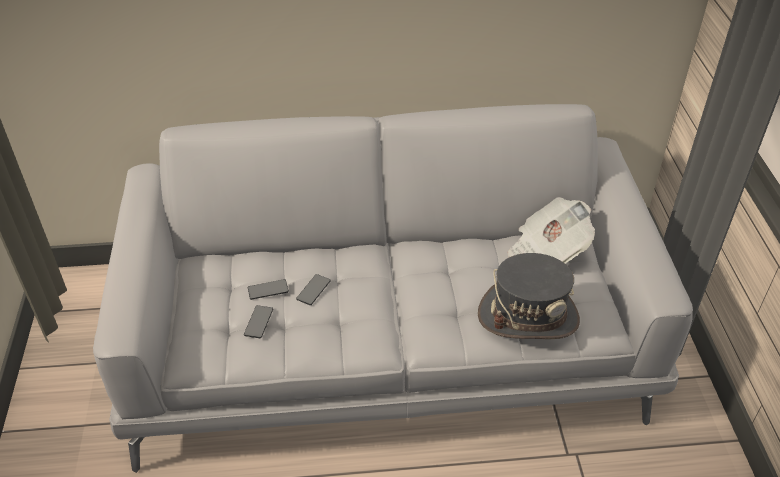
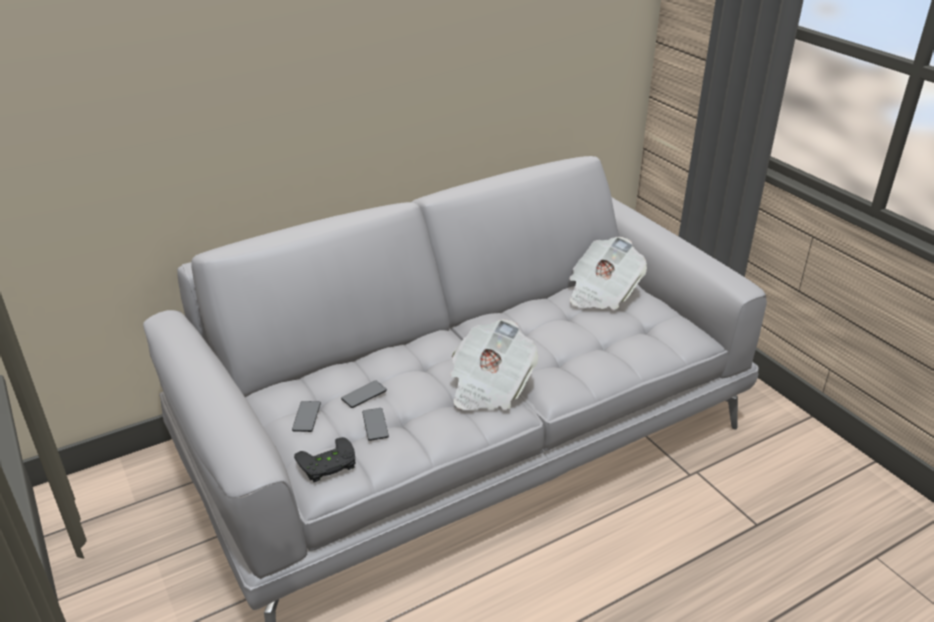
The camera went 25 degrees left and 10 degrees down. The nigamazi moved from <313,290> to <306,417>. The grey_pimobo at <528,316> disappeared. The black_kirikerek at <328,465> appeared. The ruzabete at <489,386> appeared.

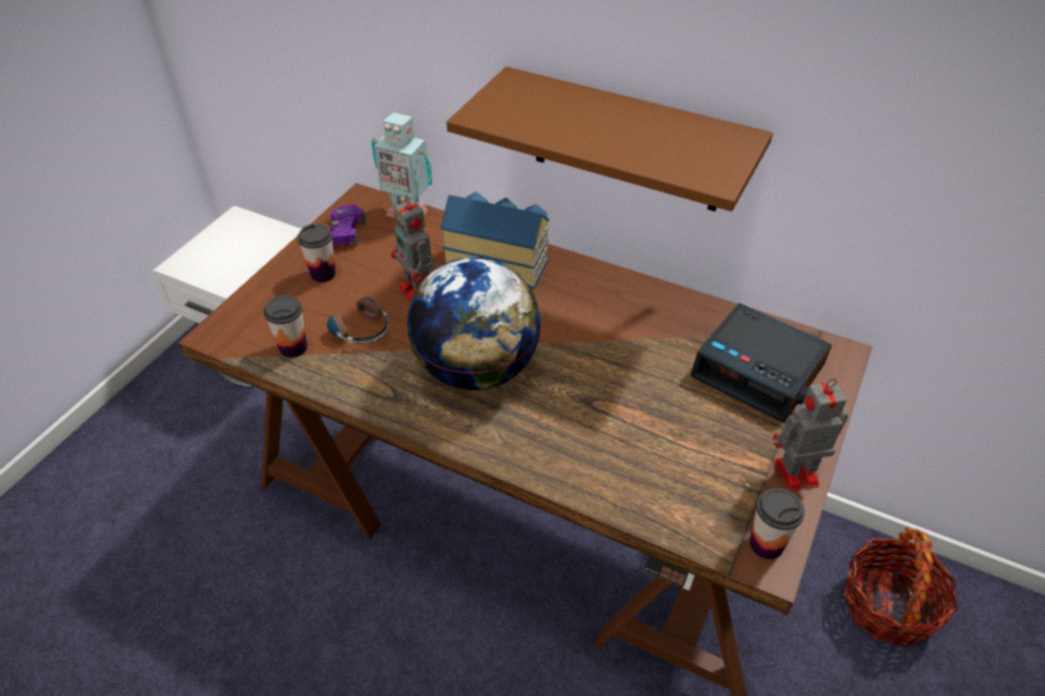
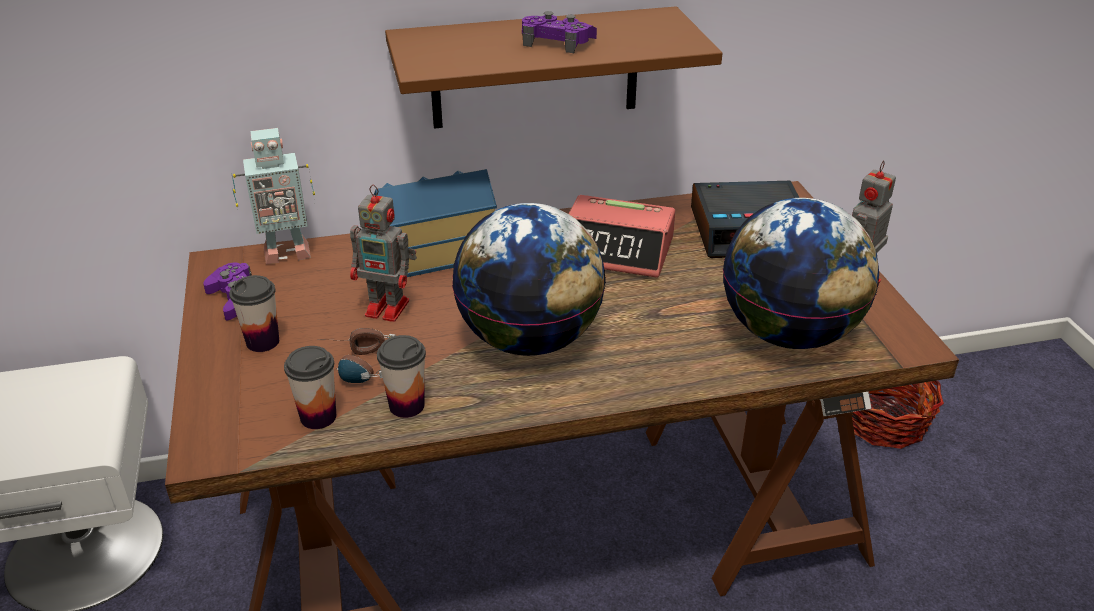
The camera went 40 degrees left and 10 degrees down. The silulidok moved from <766,544> to <406,406>. The purple_kirikerek at <557,42> appeared. The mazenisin at <617,250> appeared. The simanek at <789,334> appeared.

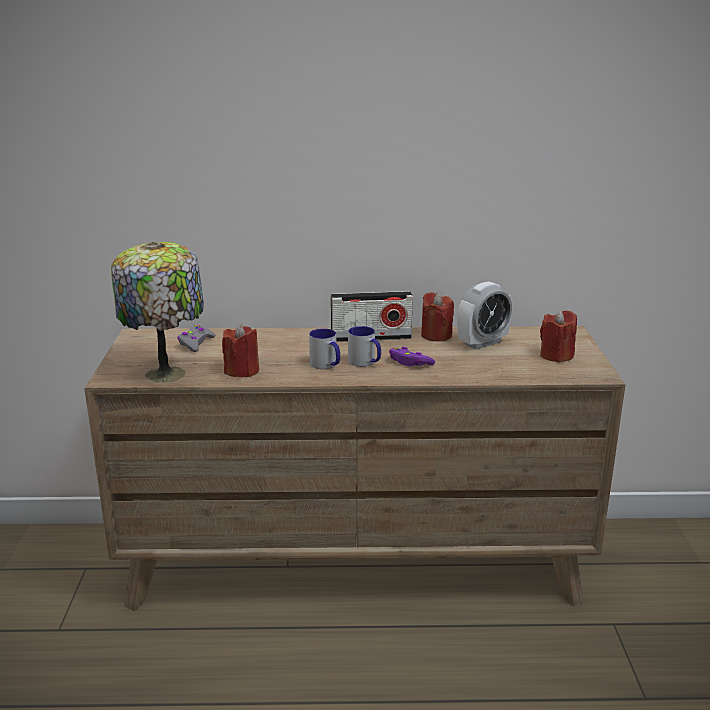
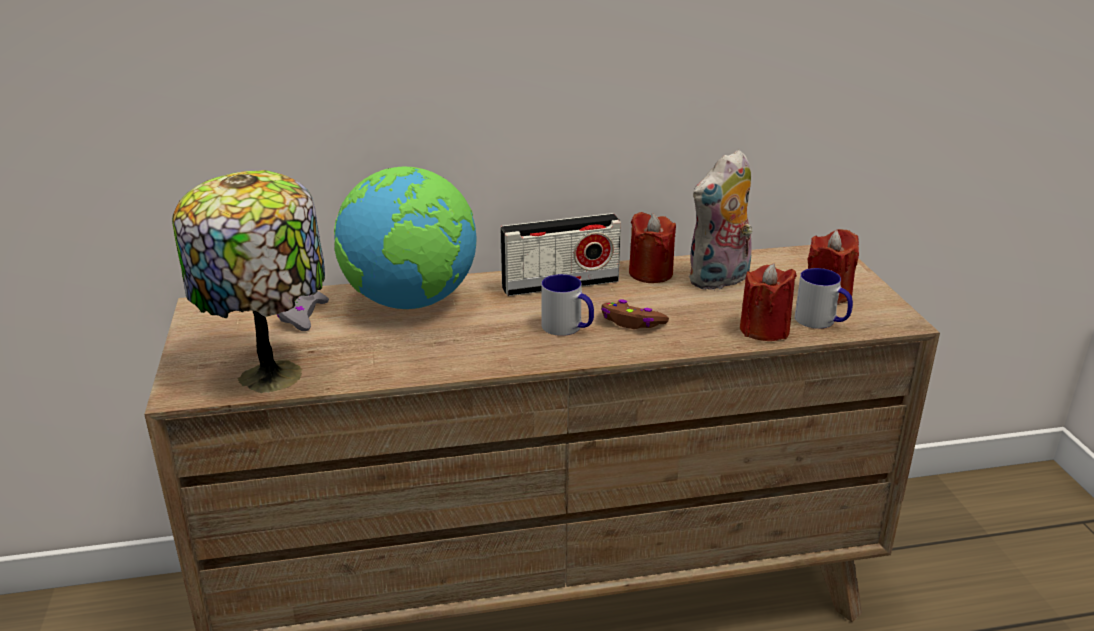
The camera went 10 degrees left and 5 degrees up. The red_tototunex moved from <242,371> to <764,330>. The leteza moved from <326,365> to <821,321>. The purple_kirikerek at <410,363> became the brown_kirikerek at <632,322>. The mazenisin at <482,343> was replaced by the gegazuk at <719,280>. The simanek at <412,302> appeared.

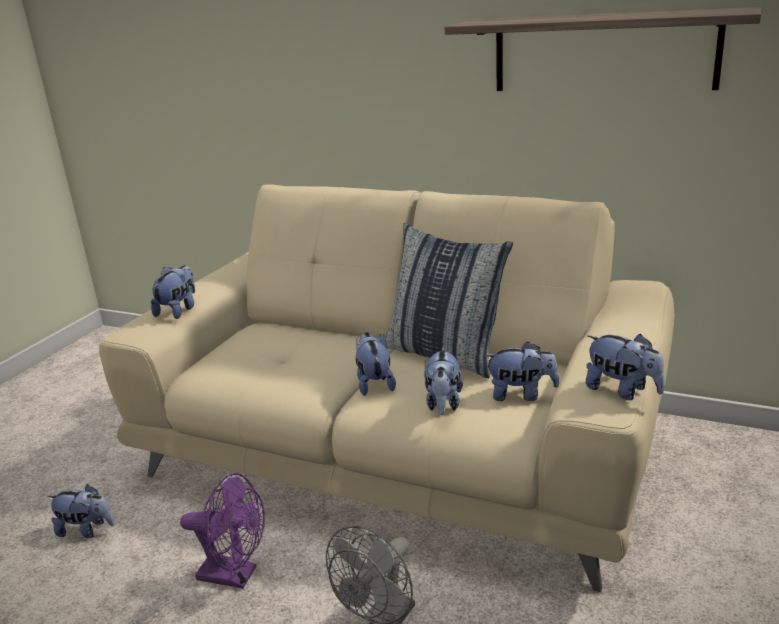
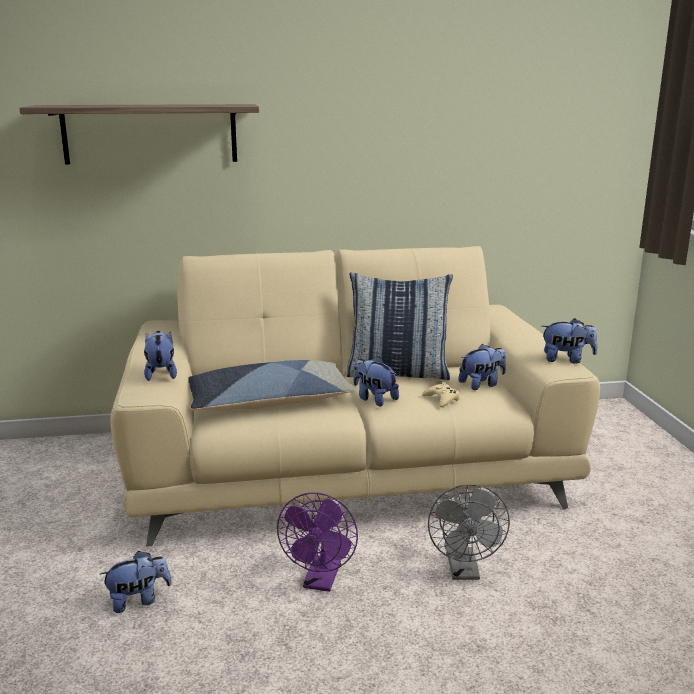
The camera went 35 degrees left and 5 degrees down. The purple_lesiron at <235,575> turned 120 degrees clockwise. The gegazuk at <443,403> was replaced by the beige_kirikerek at <442,399>. The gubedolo moved from <603,52> to <150,134>. The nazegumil at <269,401> appeared.

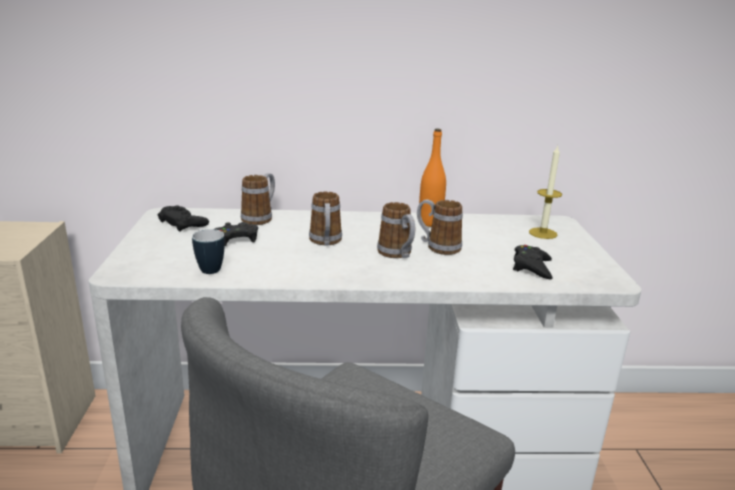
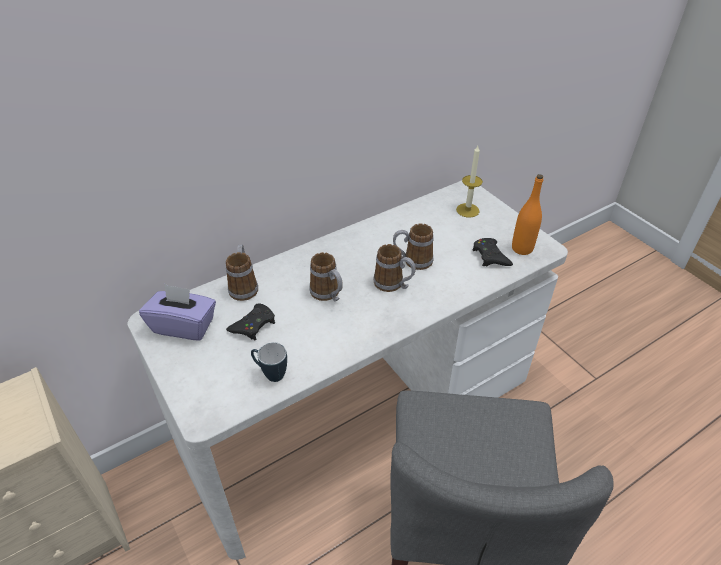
The camera went 30 degrees left and 20 degrees up. The black_kirikerek at <183,223> was replaced by the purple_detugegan at <184,326>. The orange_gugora moved from <430,223> to <522,248>.

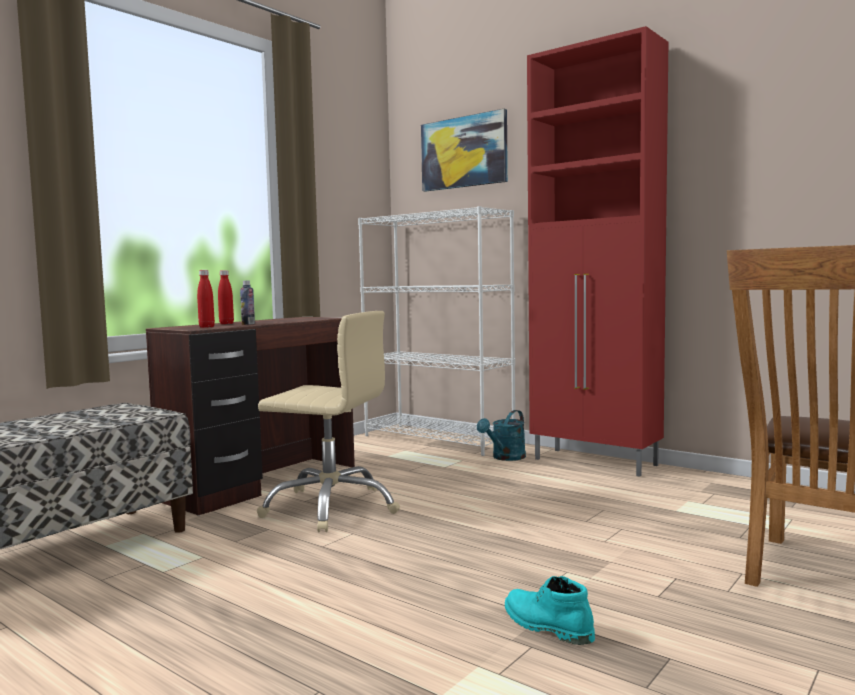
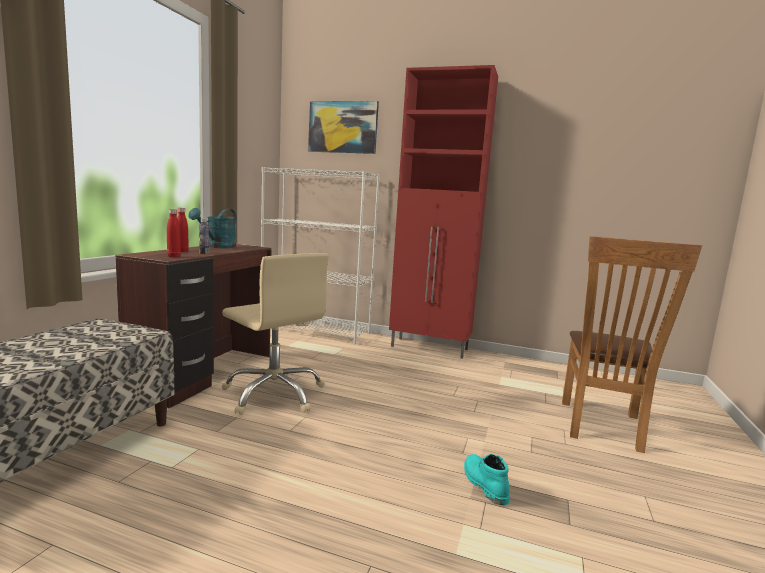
The camera went 20 degrees left and 5 degrees up. The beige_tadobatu at <331,507> turned 45 degrees clockwise. The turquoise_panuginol moved from <505,458> to <217,247>. The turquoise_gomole at <546,626> turned 45 degrees clockwise.

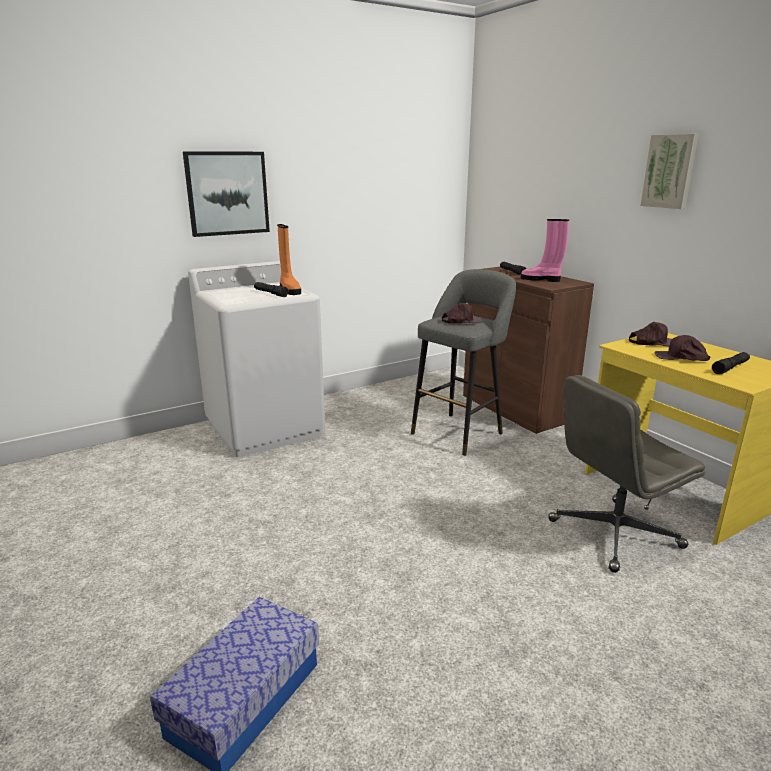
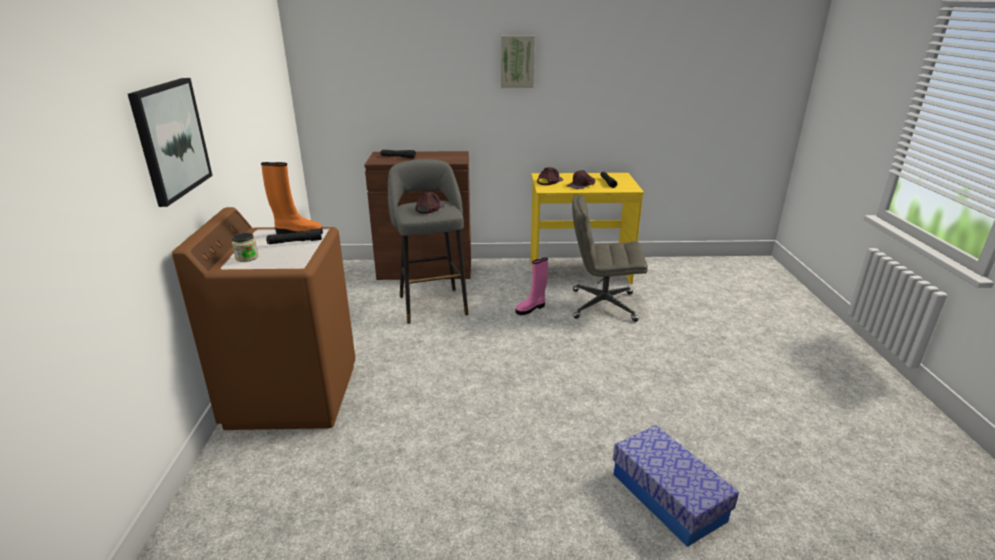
The camera went 60 degrees left and 5 degrees up. The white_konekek at <265,428> became the brown_konekek at <293,394>. The pink_gomole moved from <541,279> to <531,308>. The grey_tadobatu at <613,534> turned 90 degrees clockwise. The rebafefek at <247,257> appeared.

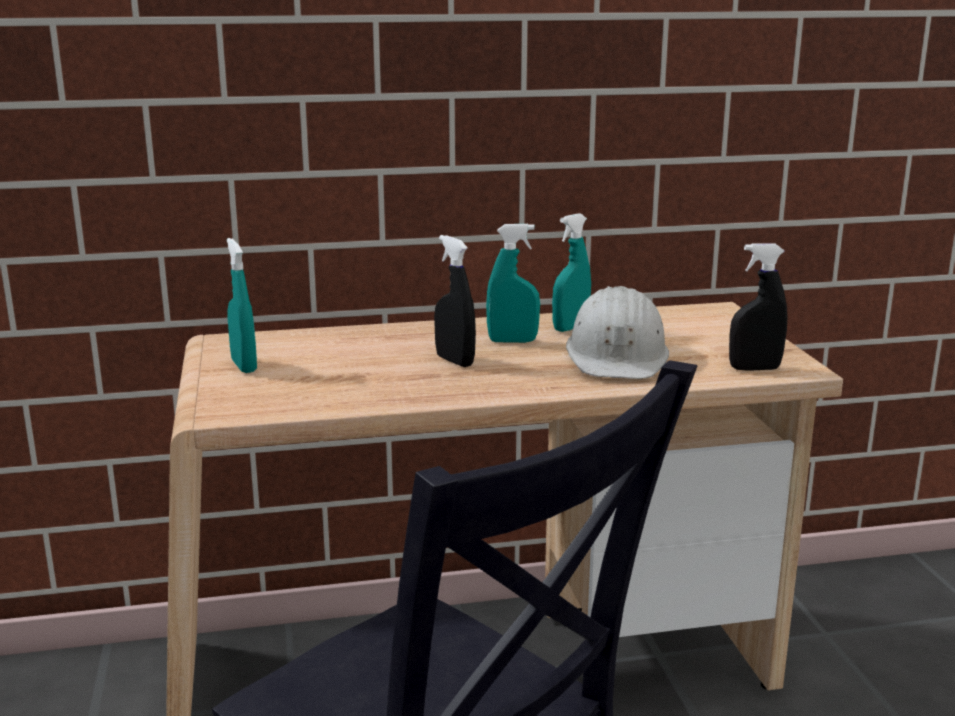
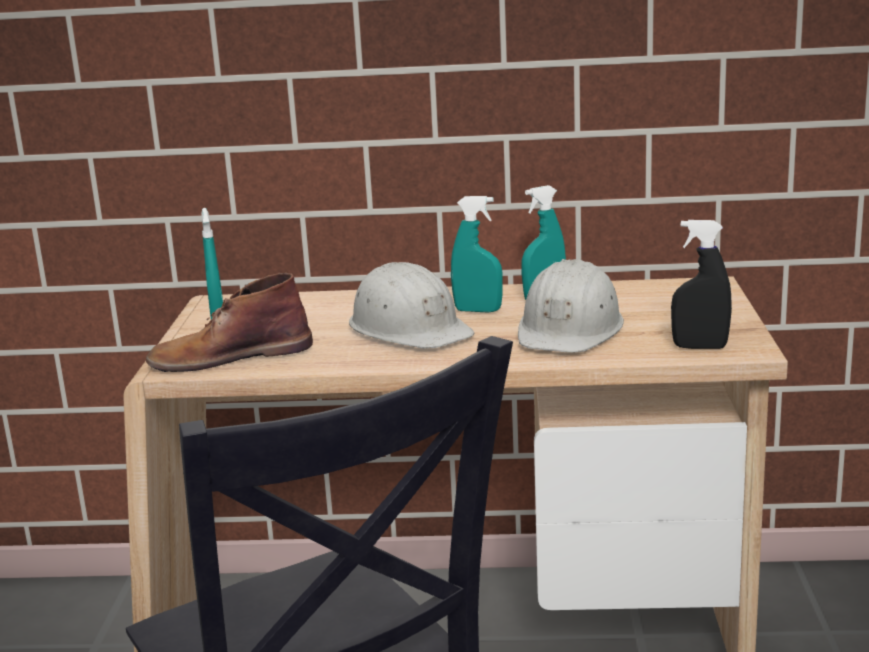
The camera went 15 degrees right and 0 degrees up. The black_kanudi at <454,361> was replaced by the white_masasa at <409,328>. The brown_gomole at <229,356> appeared.

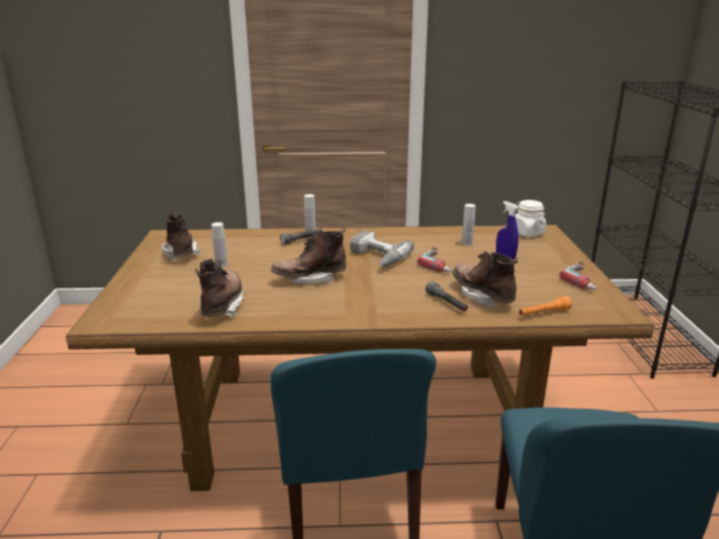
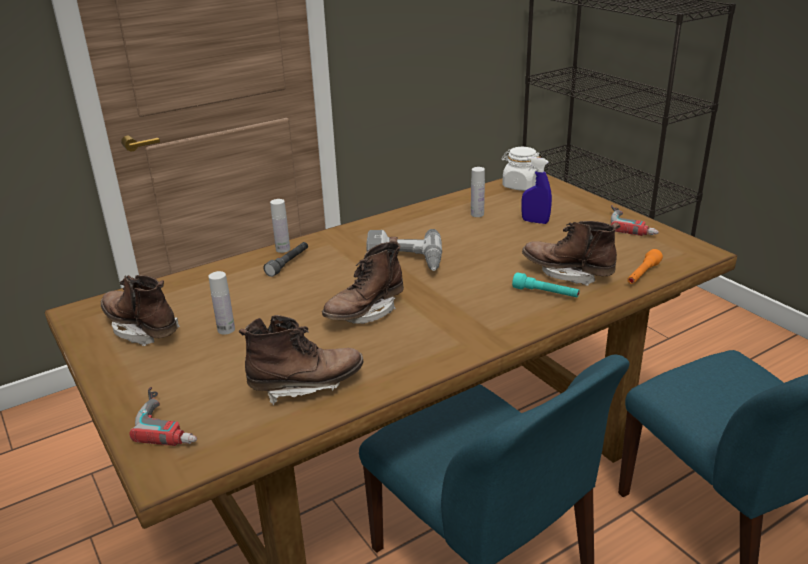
The camera went 30 degrees left and 5 degrees up. The brown_gomole at <222,306> turned 105 degrees clockwise. The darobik moved from <441,262> to <172,420>. The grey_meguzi at <446,303> became the turquoise_meguzi at <545,293>.

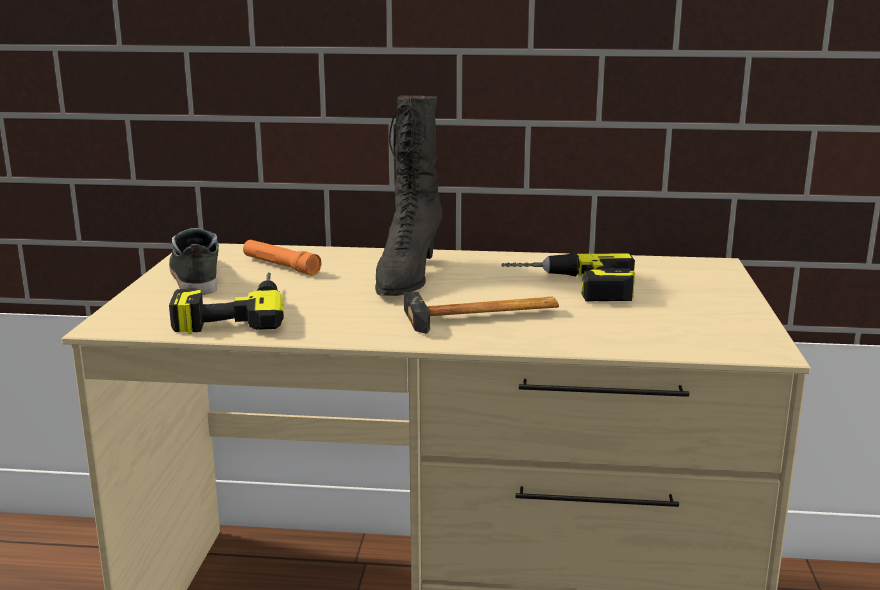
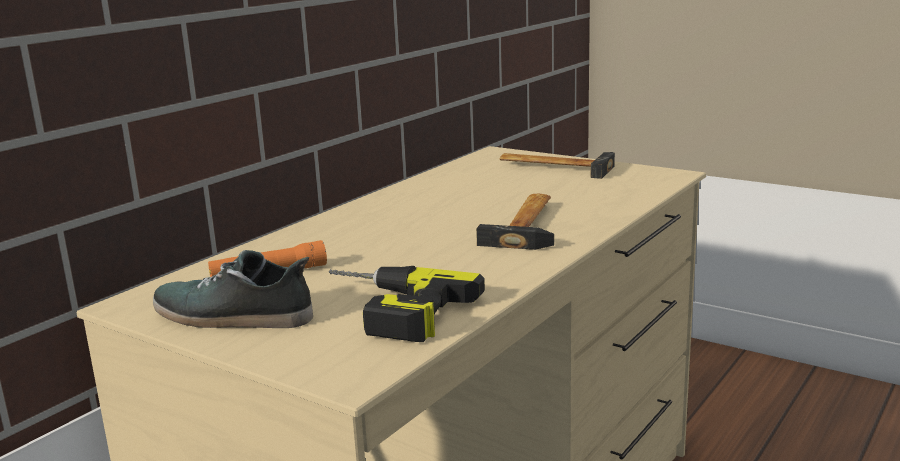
The camera went 60 degrees left and 0 degrees up. The black_gomole at <407,277> disappeared. The darobik at <571,287> disappeared. The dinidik at <555,166> appeared.

